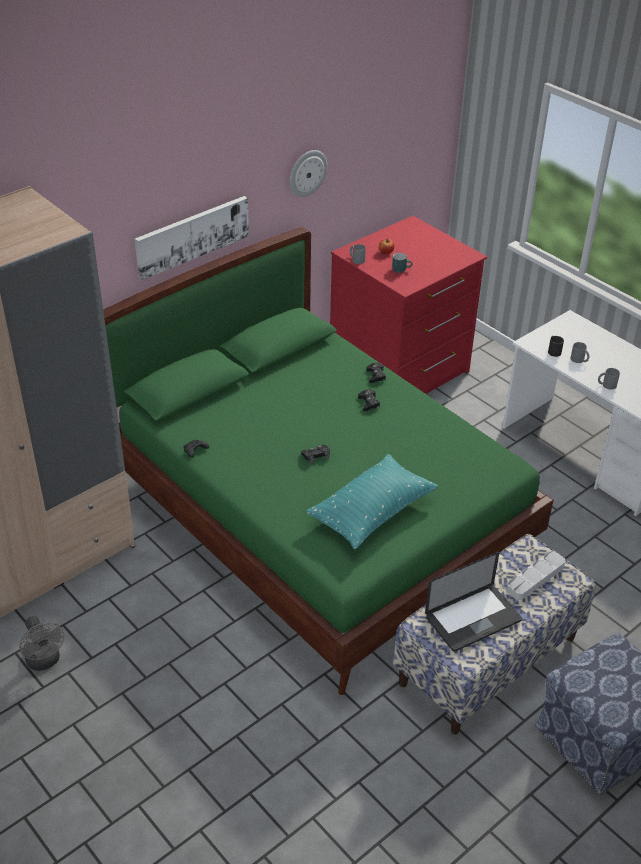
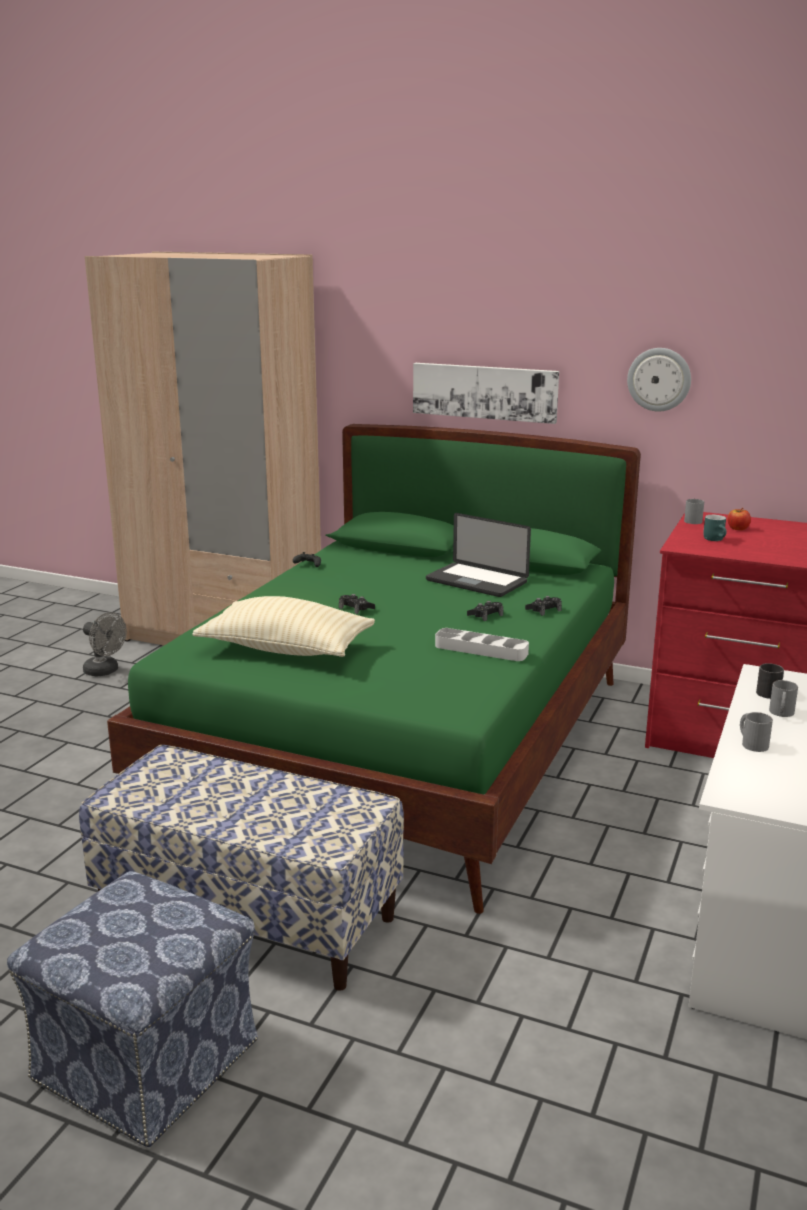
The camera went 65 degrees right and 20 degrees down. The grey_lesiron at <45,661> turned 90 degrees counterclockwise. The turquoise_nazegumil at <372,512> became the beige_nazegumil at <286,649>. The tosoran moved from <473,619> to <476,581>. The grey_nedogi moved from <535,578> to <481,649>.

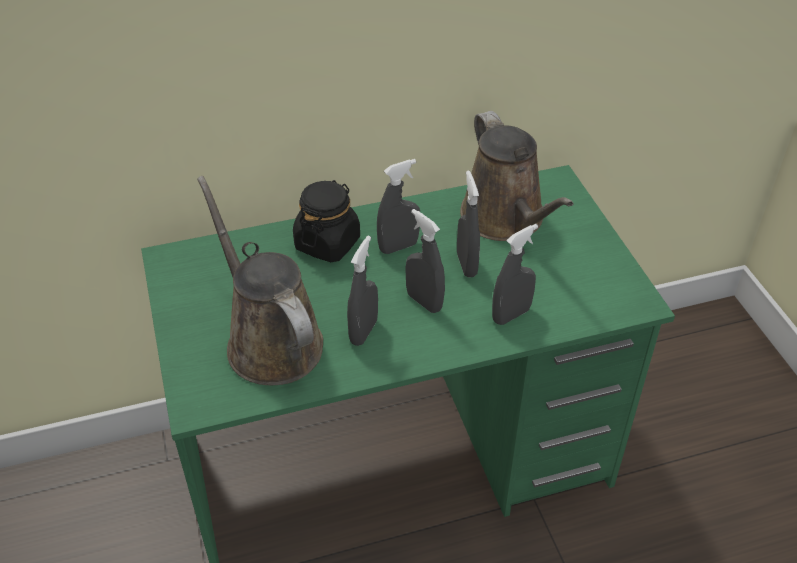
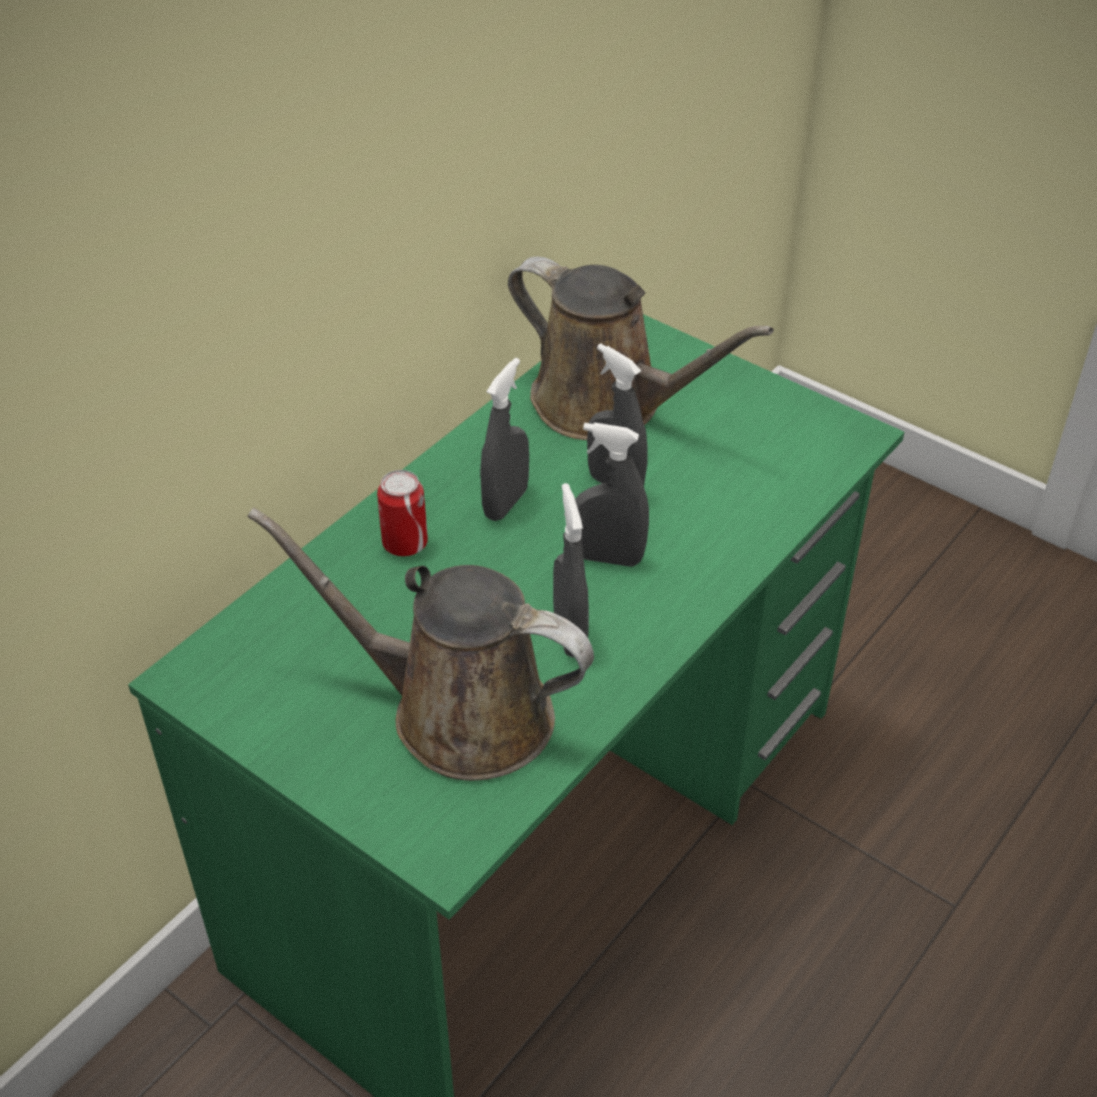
The camera went 35 degrees left and 0 degrees up. The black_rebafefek at <327,243> was replaced by the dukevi at <405,543>. The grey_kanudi at <511,315> disappeared.

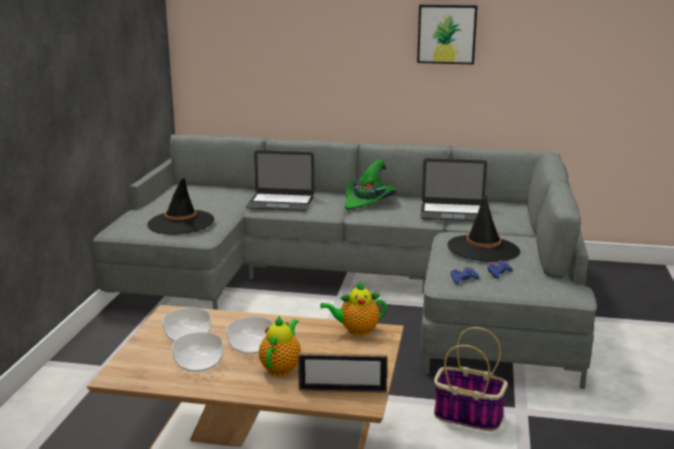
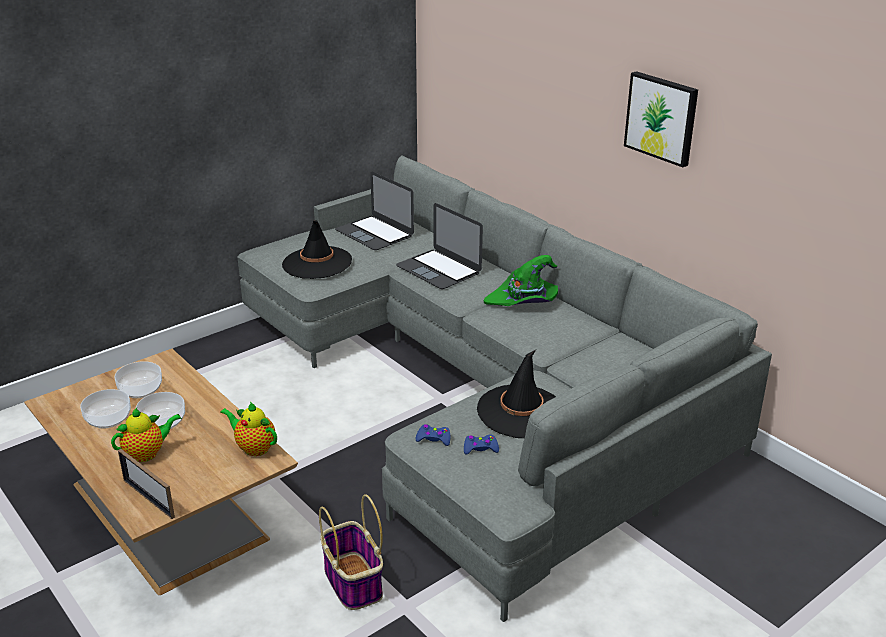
The camera went 40 degrees right and 10 degrees up. The tosoran moved from <453,212> to <374,233>.

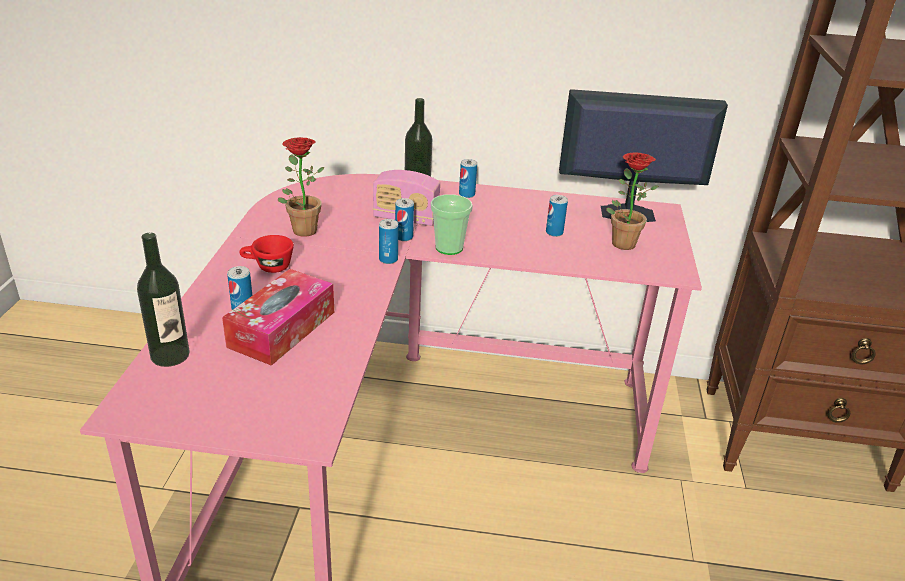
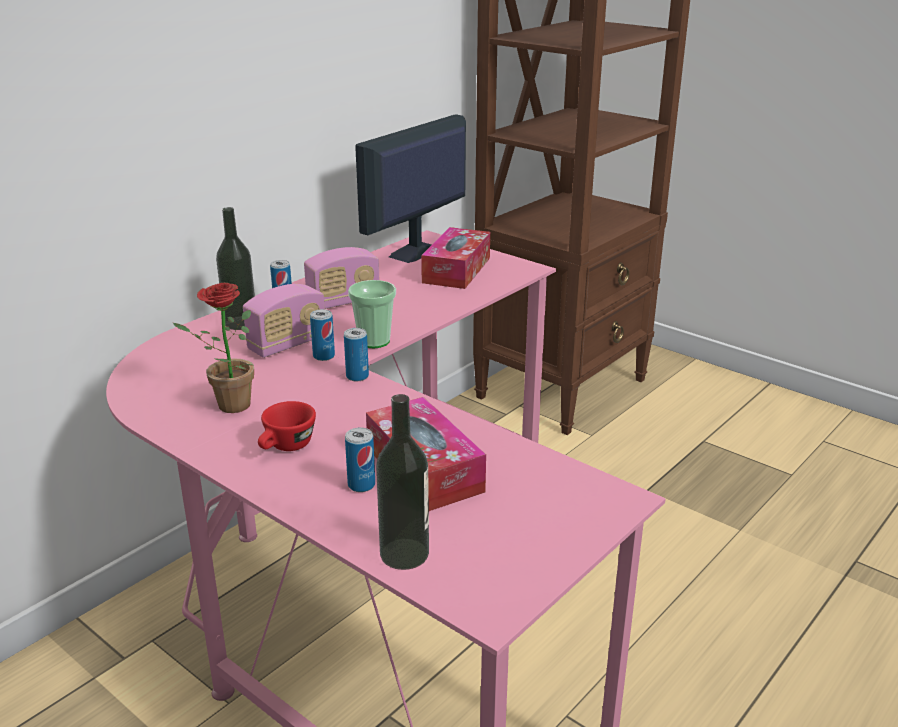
The camera went 55 degrees left and 5 degrees down. The dukevi at <554,232> disappeared. The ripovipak at <620,241> was replaced by the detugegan at <456,270>. The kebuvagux at <343,302> appeared.

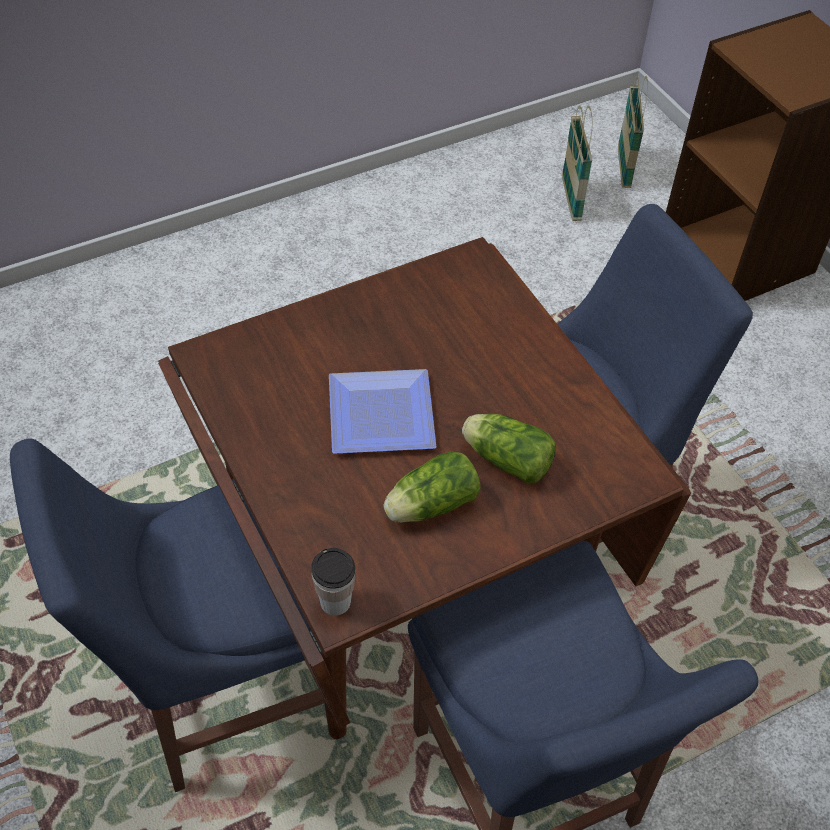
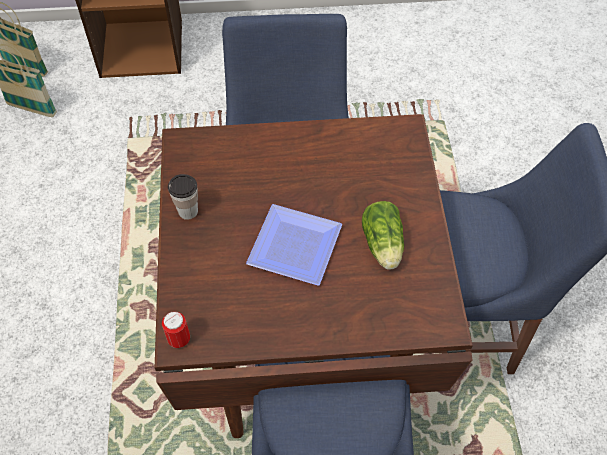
The camera went 65 degrees left and 5 degrees up. The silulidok moved from <335,601> to <188,211>. The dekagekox at <504,458> disappeared. The dukevi at <179,339> appeared.

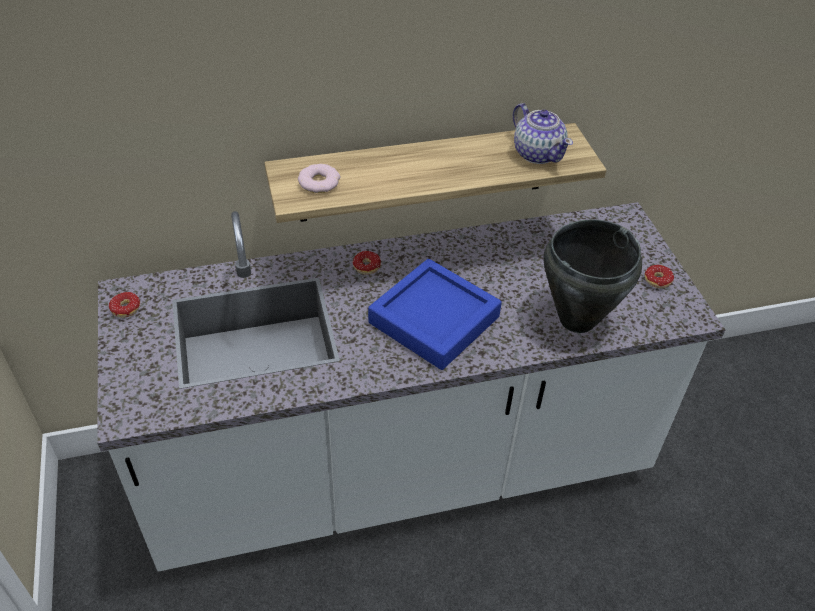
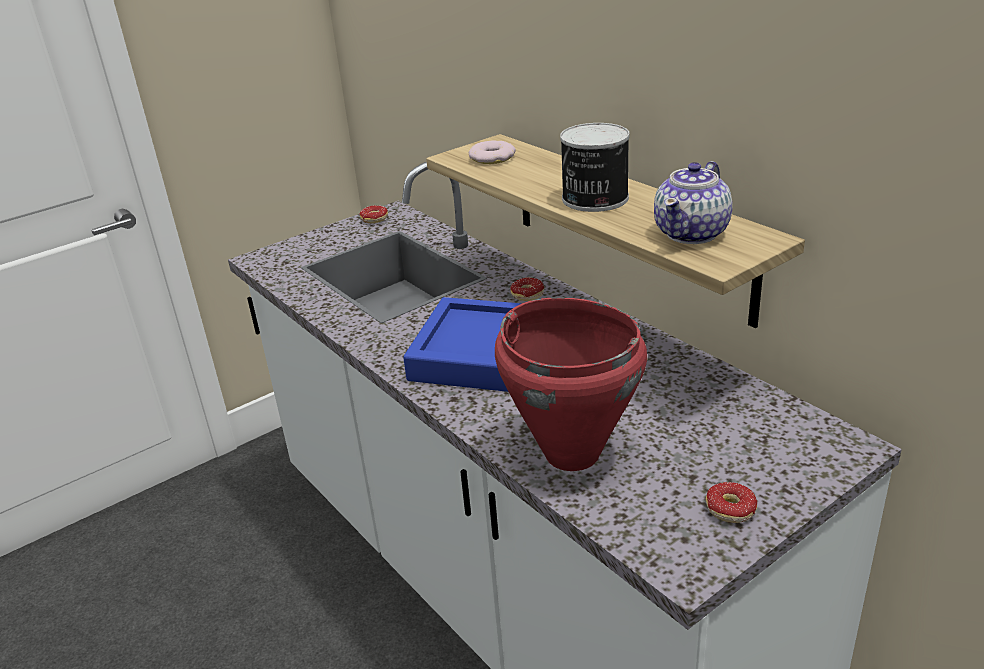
The camera went 70 degrees right and 15 degrees down. The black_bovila at <576,319> became the red_bovila at <571,453>. The dukevi at <594,199> appeared.

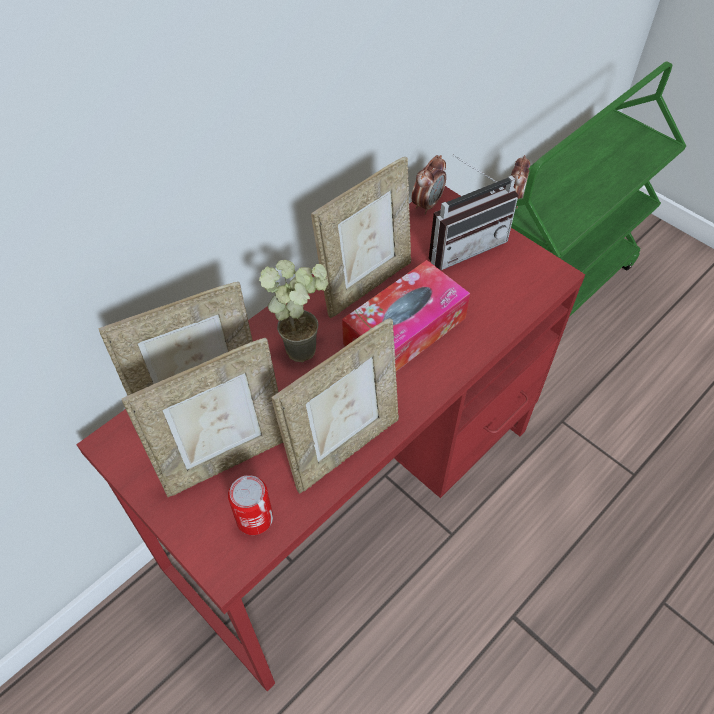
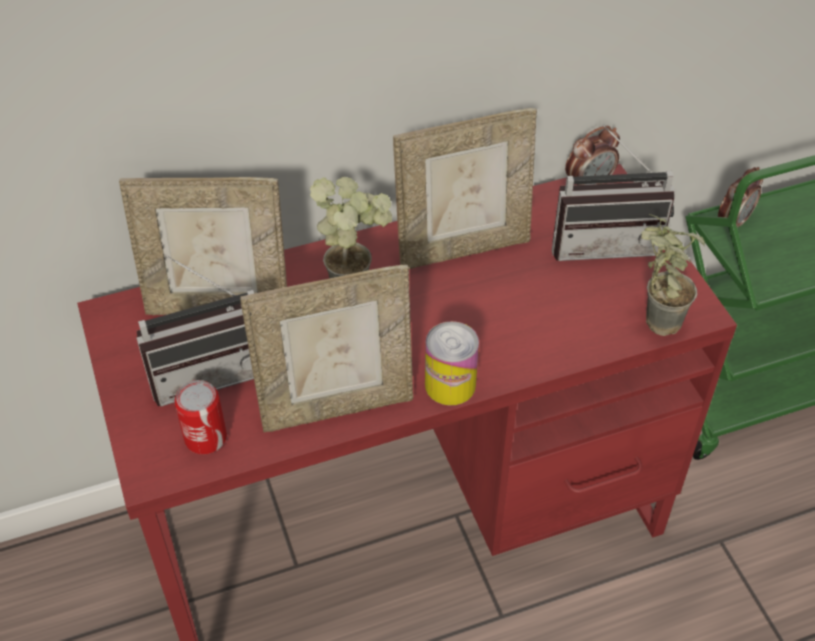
The camera went 25 degrees right and 5 degrees down. The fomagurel at <225,459> was replaced by the kebuvagux at <210,370>. The detugegan at <404,330> disappeared. The dukevi at <450,384> appeared. The ripovipak at <652,319> appeared.

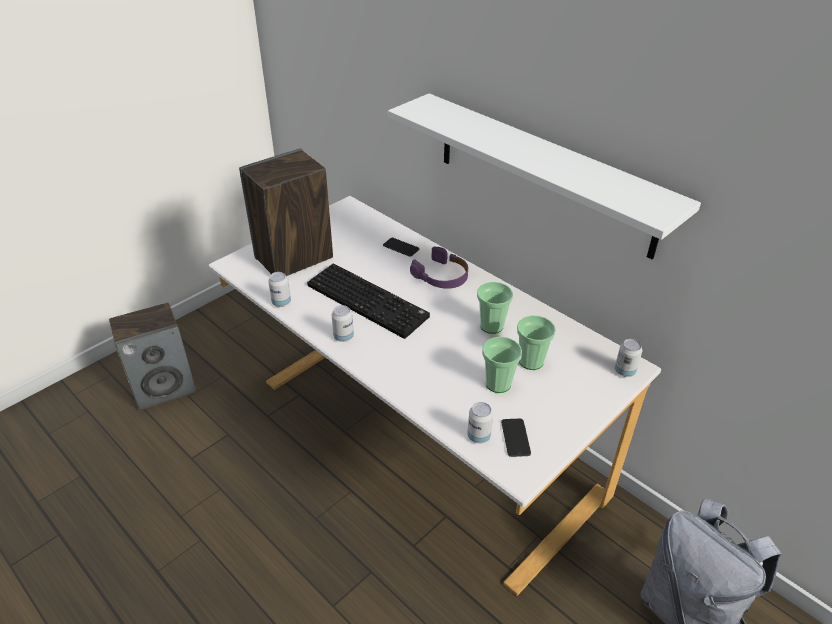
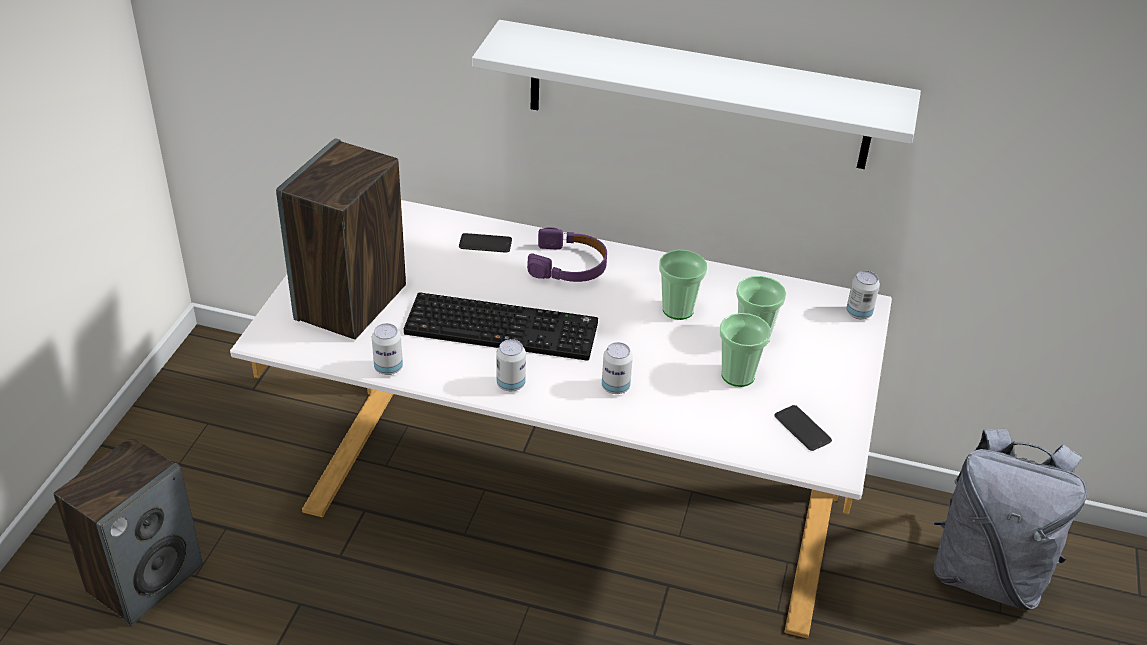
The camera went 30 degrees left and 0 degrees up. The dukevi moved from <478,436> to <615,387>.

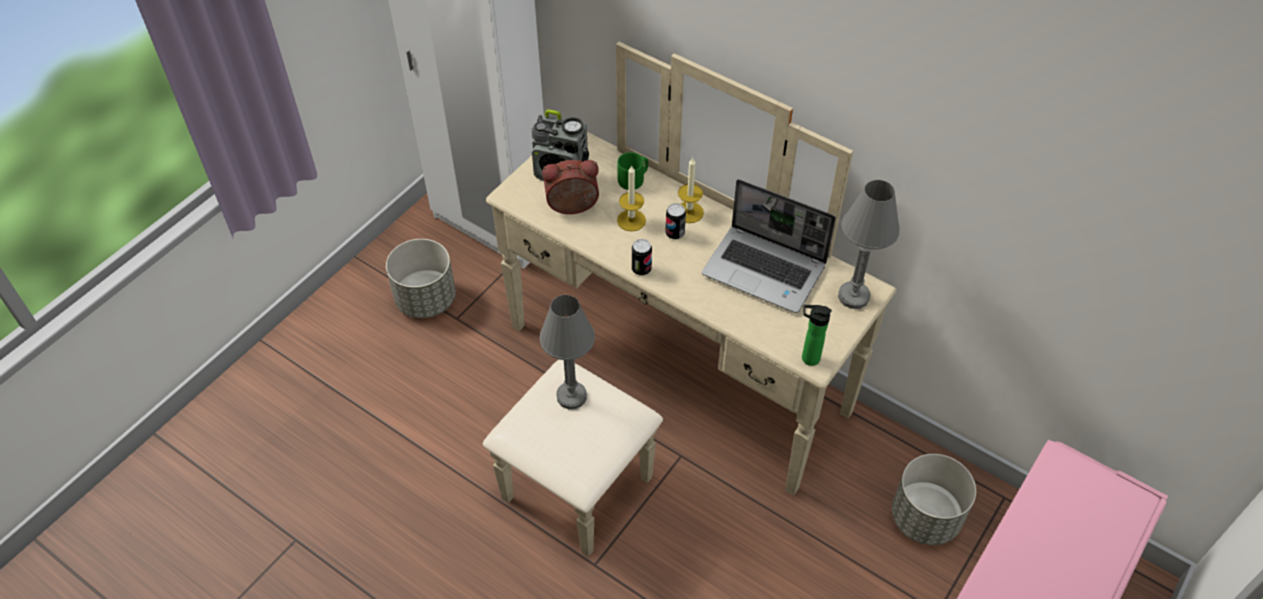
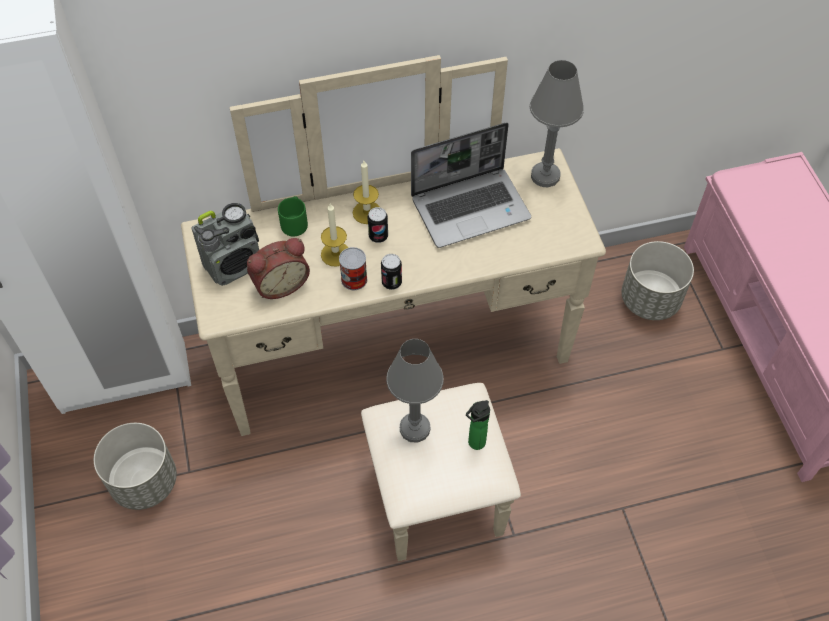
The camera went 50 degrees left and 5 degrees up. The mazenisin at <572,207> turned 150 degrees counterclockwise. The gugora moved from <807,358> to <474,444>. The dukevi at <354,279> appeared.

